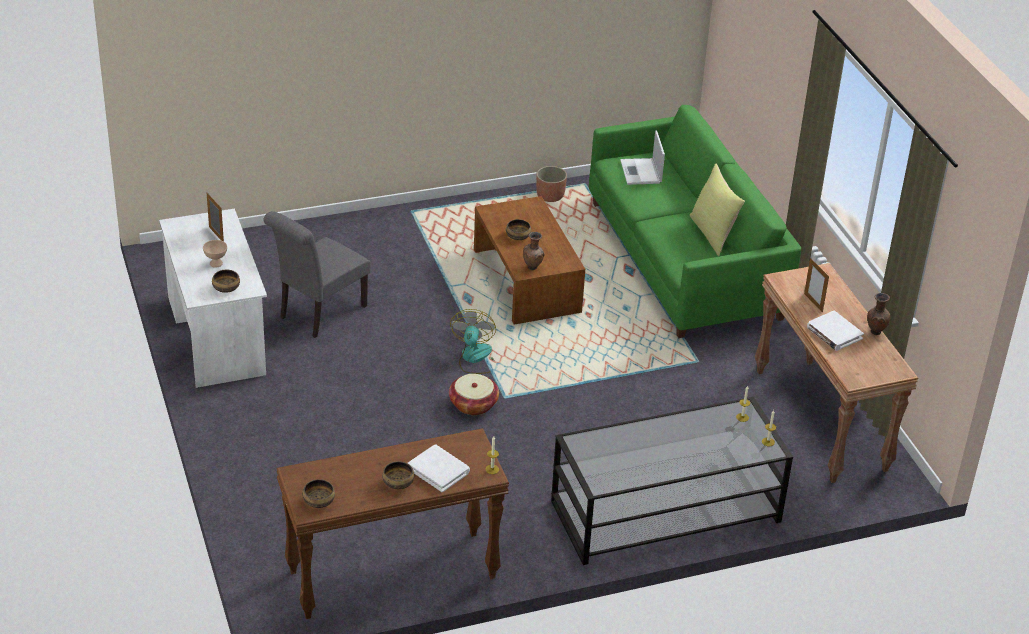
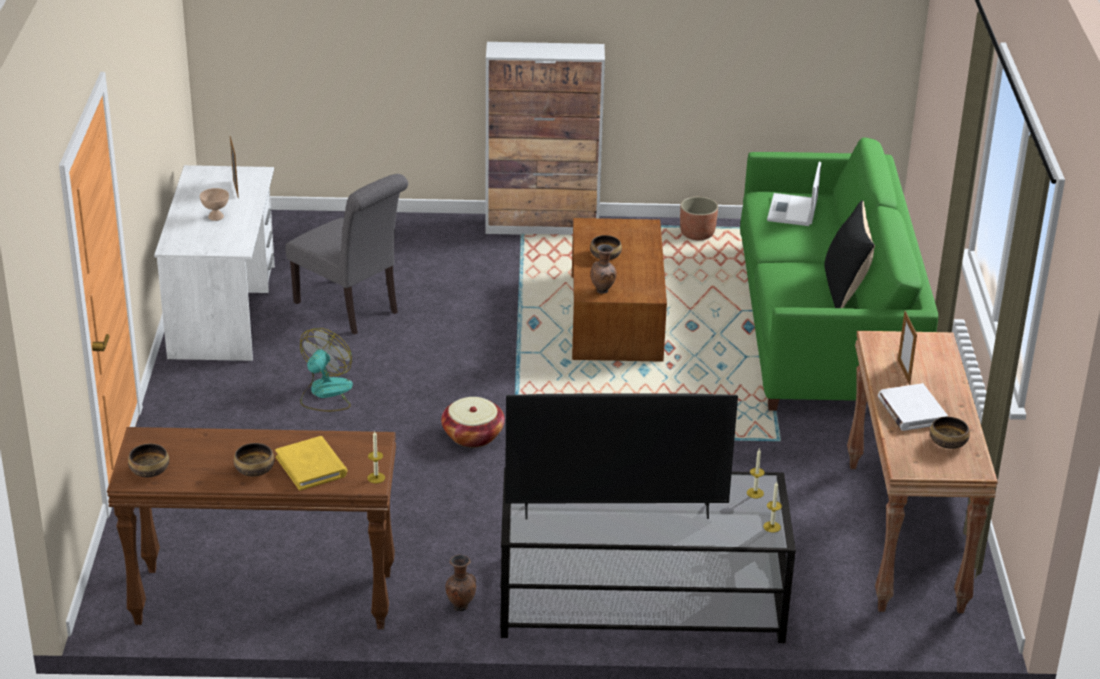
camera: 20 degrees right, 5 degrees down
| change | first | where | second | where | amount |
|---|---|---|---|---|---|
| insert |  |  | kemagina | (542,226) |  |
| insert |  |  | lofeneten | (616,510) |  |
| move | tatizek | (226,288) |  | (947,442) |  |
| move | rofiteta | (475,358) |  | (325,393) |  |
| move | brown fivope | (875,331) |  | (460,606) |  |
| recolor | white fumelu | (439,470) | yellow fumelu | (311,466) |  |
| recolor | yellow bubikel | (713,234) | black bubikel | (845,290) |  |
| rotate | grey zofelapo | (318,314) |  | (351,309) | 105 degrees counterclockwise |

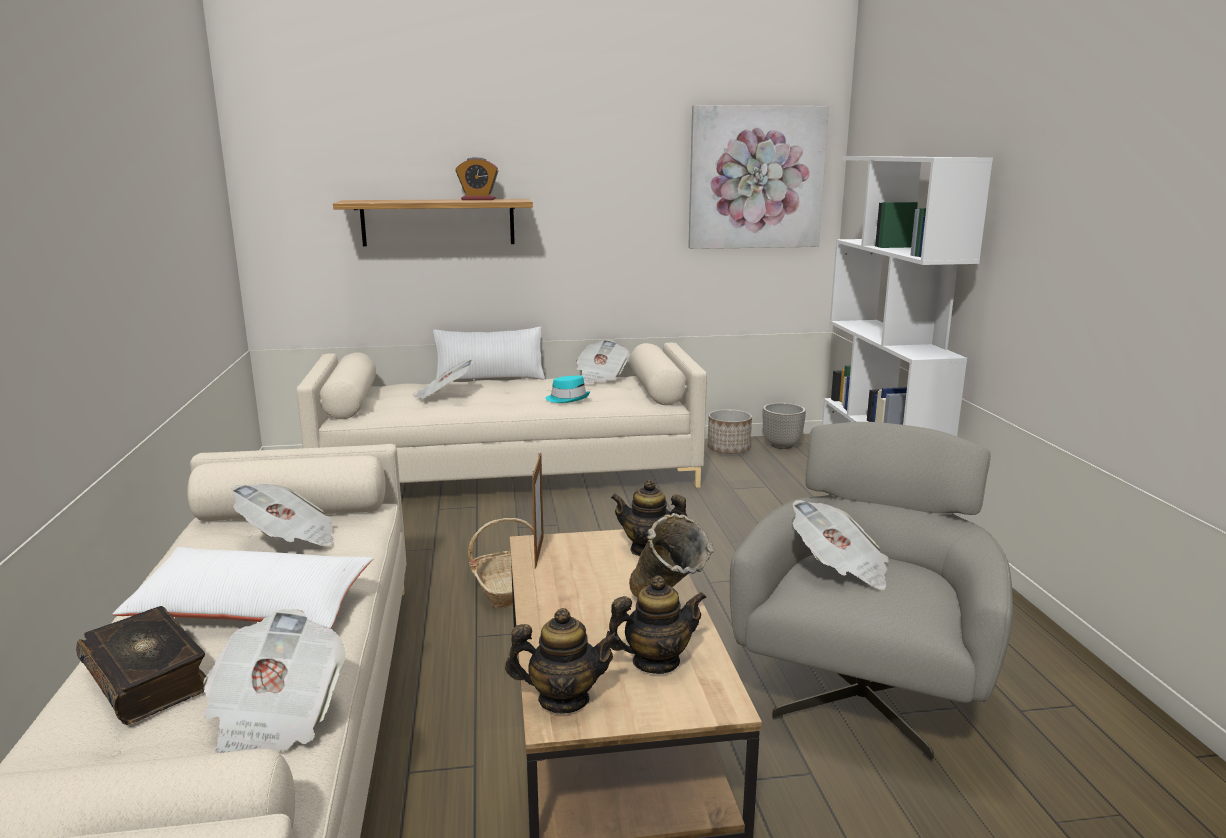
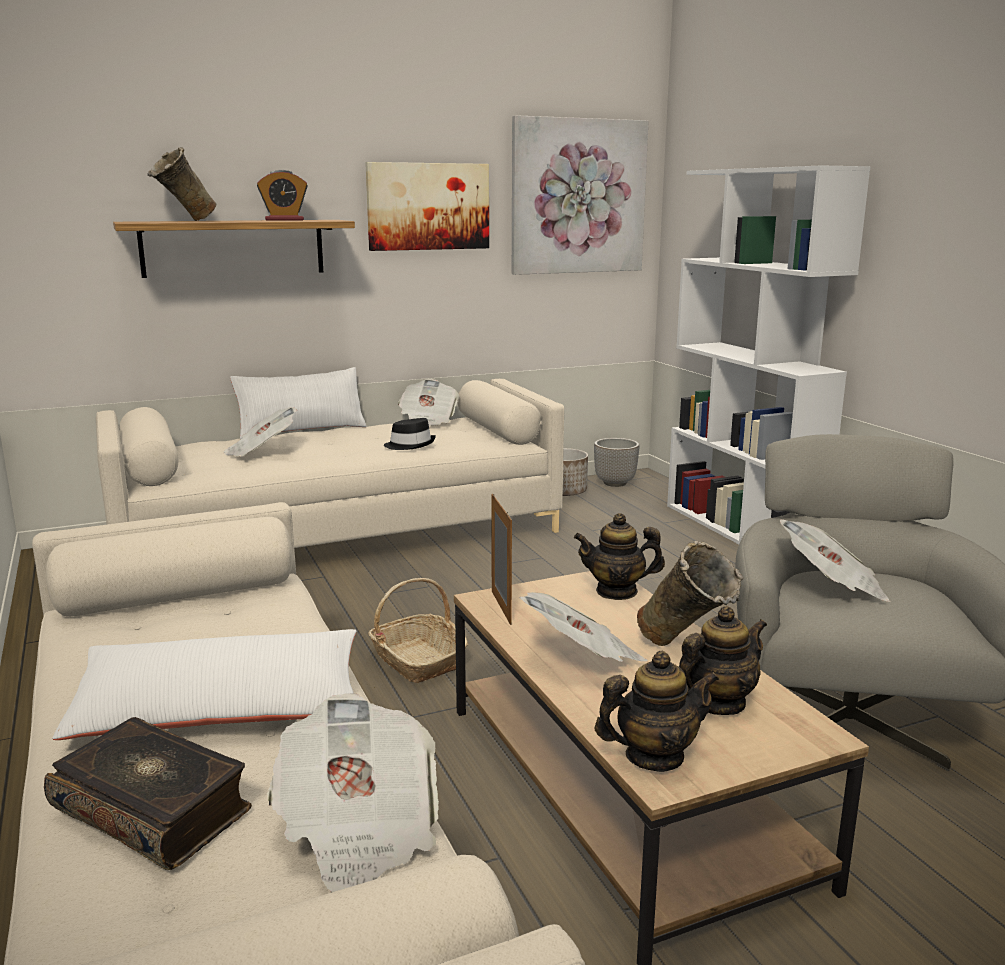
camera: 15 degrees left, 0 degrees up
| change | first | where | second | where | amount |
|---|---|---|---|---|---|
| insert |  |  | beige fivope | (184,221) |  |
| insert |  |  | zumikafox | (428,206) |  |
| move | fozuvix | (289,538) |  | (583,658) |  |
| recolor | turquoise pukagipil | (568,398) | black pukagipil | (410,445) |  |

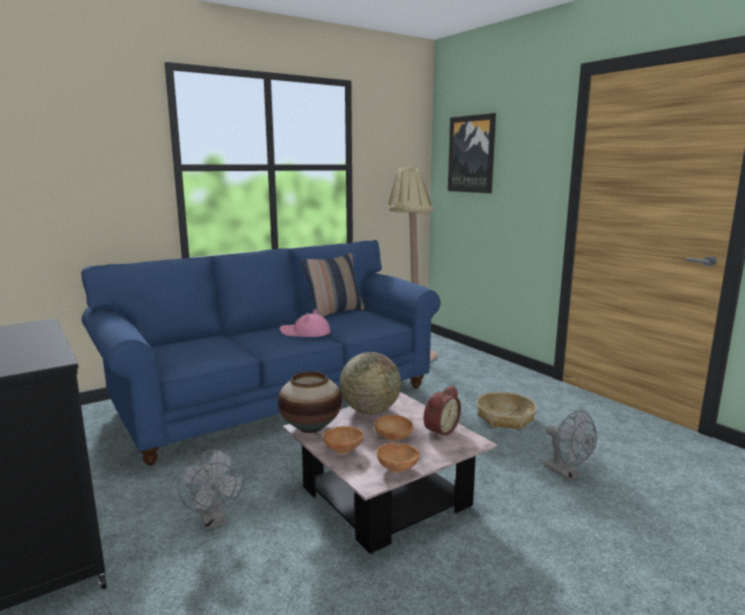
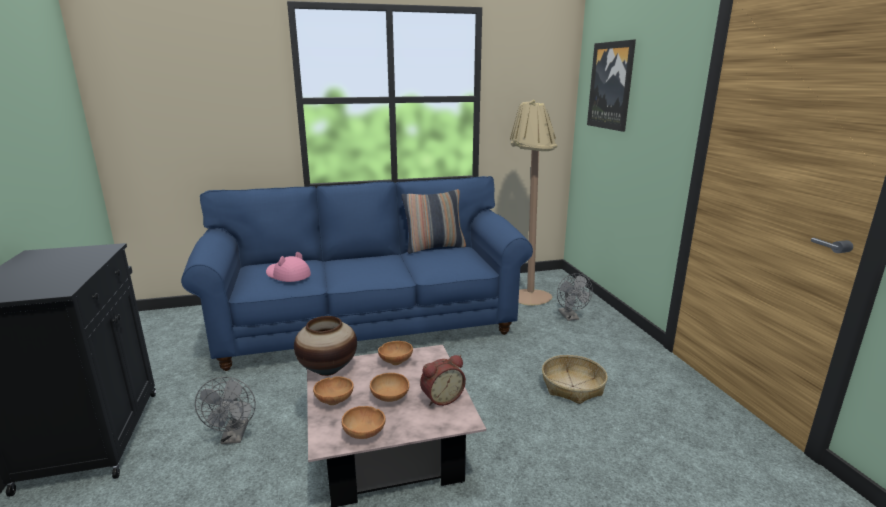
camera: 20 degrees right, 5 degrees up
| change | first | where | second | where | amount |
|---|---|---|---|---|---|
| move | pink pukagipil | (305,333) |  | (288,275) |  |
| move | grey rofiteta | (567,474) |  | (570,317) |  |
| replace | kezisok | (370,410) | brown tatizek | (395,361) |  |

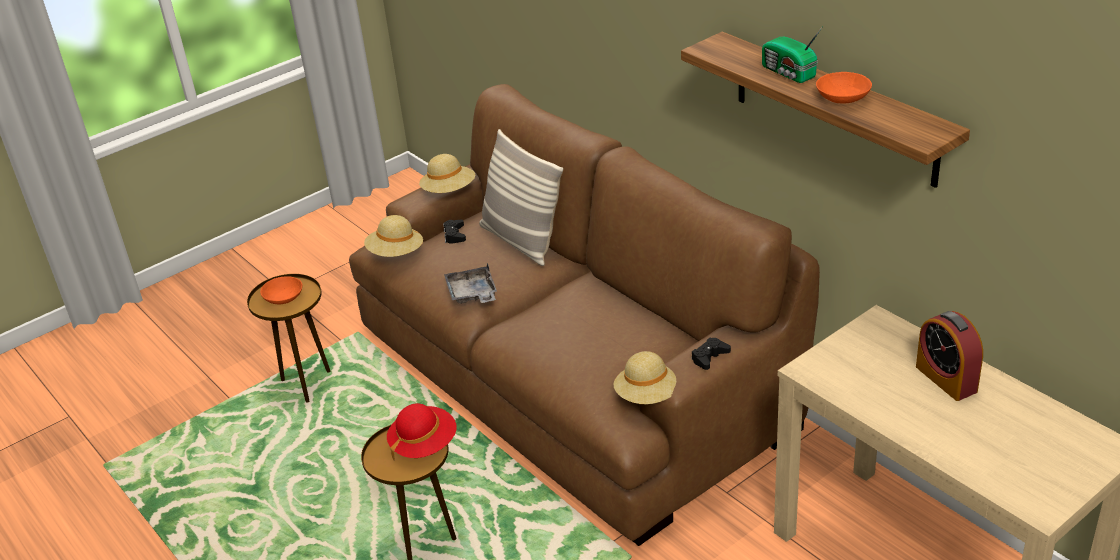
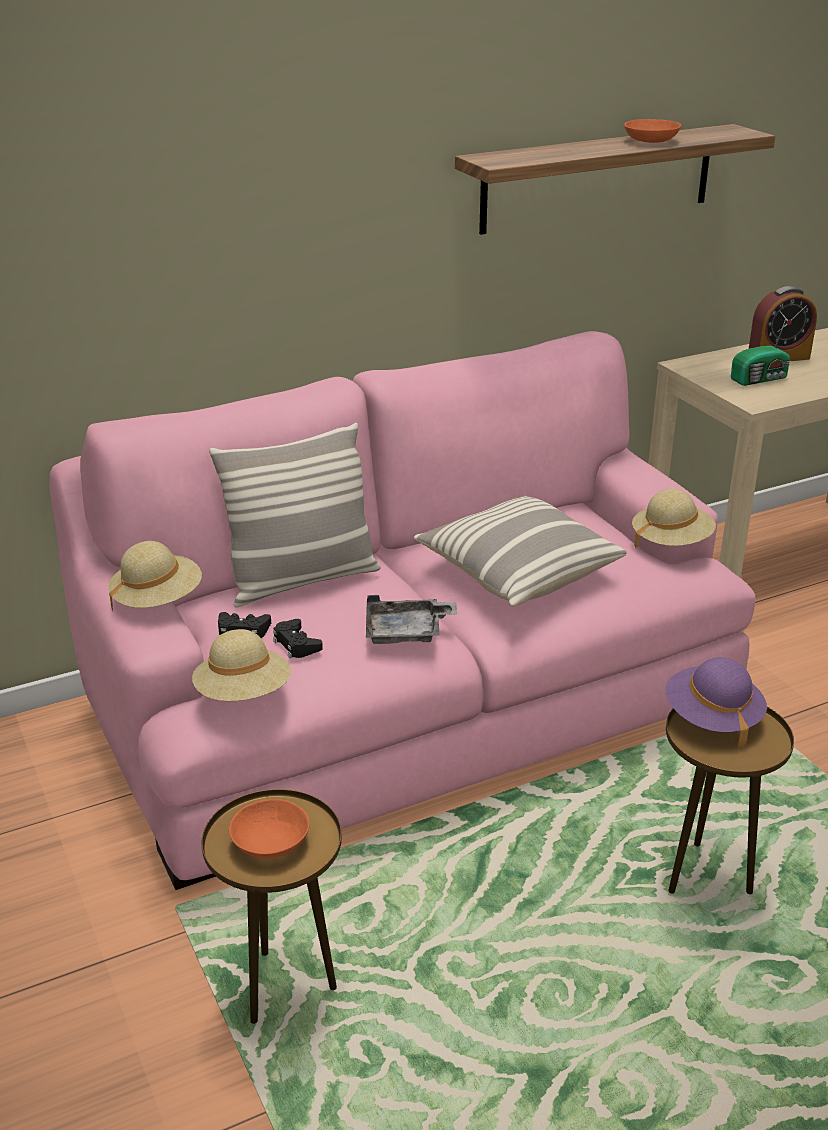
camera: 80 degrees left, 5 degrees down
| change | first | where | second | where | amount |
|---|---|---|---|---|---|
| insert |  |  | bubikel | (517,572) |  |
| move | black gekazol | (709,357) |  | (296,644) |  |
| move | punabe | (788,73) |  | (761,379) |  |
| recolor | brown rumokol | (571,377) | pink rumokol | (413,704) |  |
| recolor | red pukagipil | (424,444) | purple pukagipil | (712,718) |  |

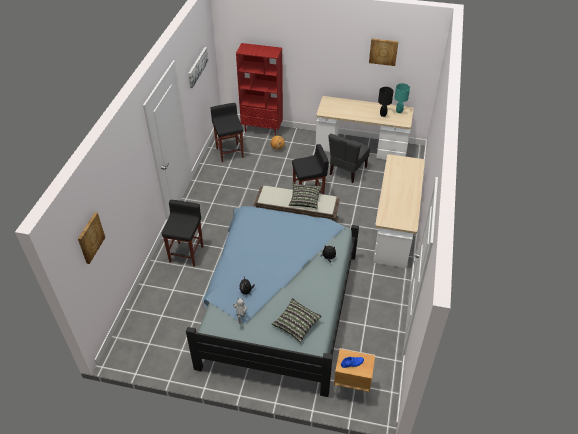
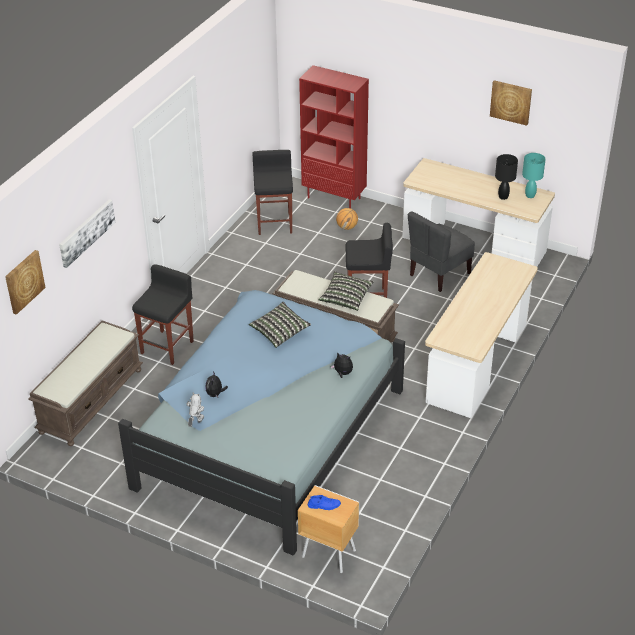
camera: 15 degrees right, 5 degrees down
| change | first | where | second | where | amount |
|---|---|---|---|---|---|
| insert |  |  | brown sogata | (91,400) |  |
| move | zumikafox | (197,67) |  | (86,232) |  |
| move | bubikel | (296,324) |  | (280,332) |  |

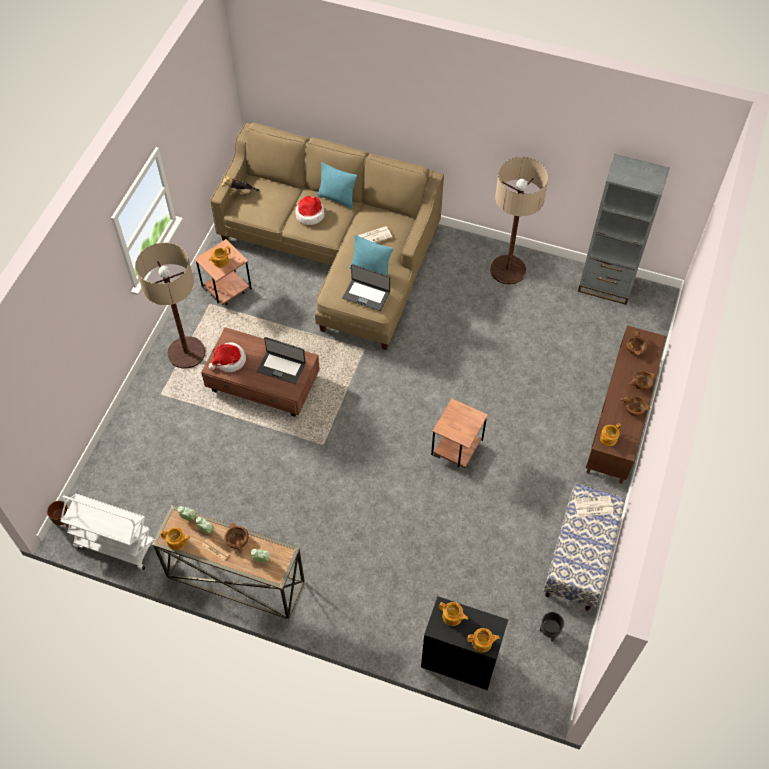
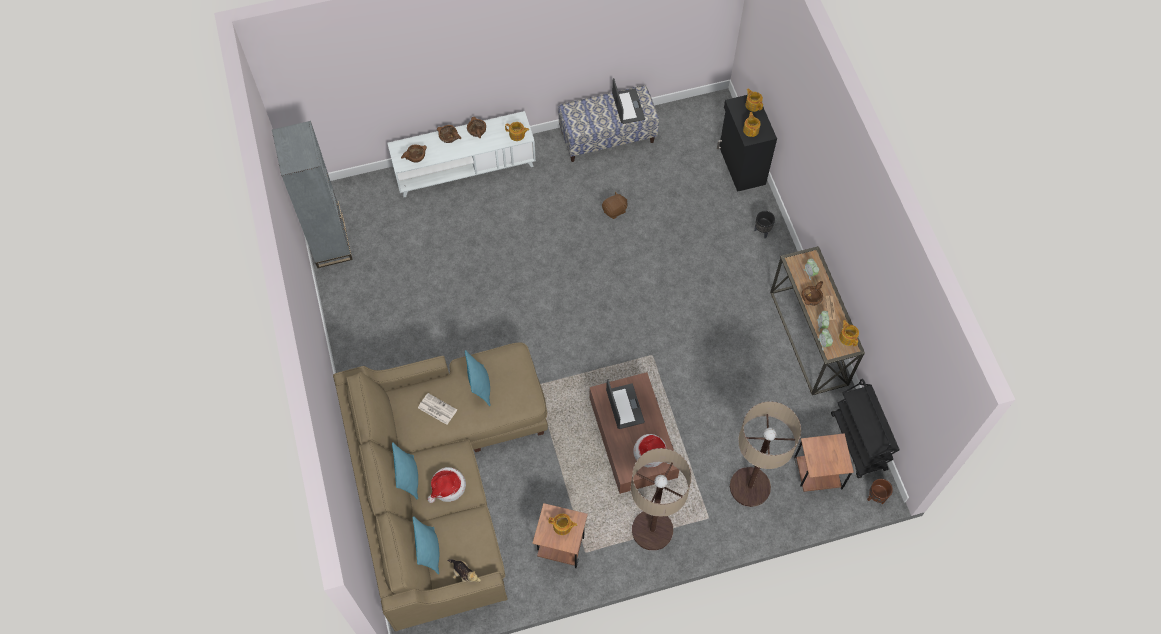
camera: 125 degrees left, 5 degrees up
| change | first | where | second | where | amount |
|---|---|---|---|---|---|
| delete | fozuvix | (593,506) |  |  |  |
| insert |  |  | turquoise bubikel | (429,551) |  |
| insert |  |  | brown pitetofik | (615,210) |  |
| move | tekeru | (366,295) |  | (627,107) |  |
| move | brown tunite | (456,450) |  | (816,476) |  |
| move | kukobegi | (508,270) |  | (750,487) |  |
| move | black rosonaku | (548,632) |  | (762,231) |  |
| recolor | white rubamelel | (115,545) | black rubamelel | (858,442) |  |
| recolor | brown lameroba | (620,417) | white lameroba | (465,168) |  |

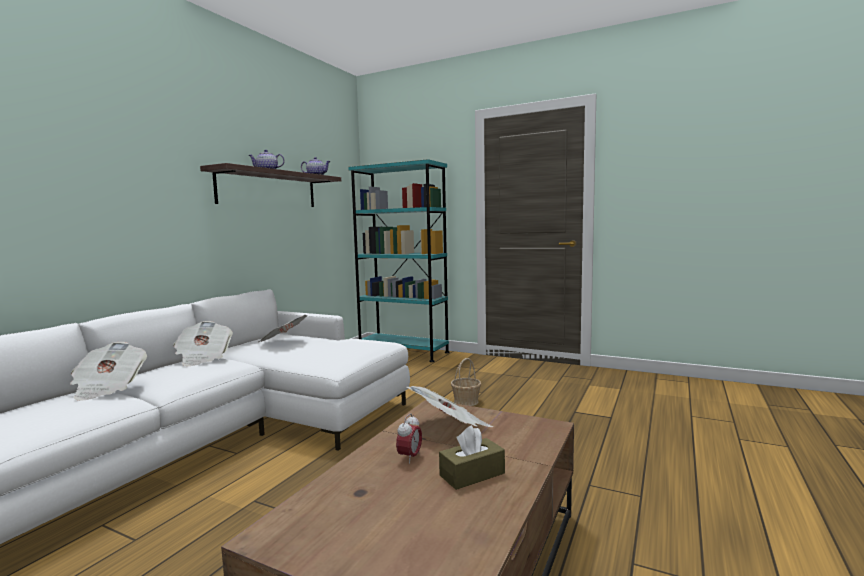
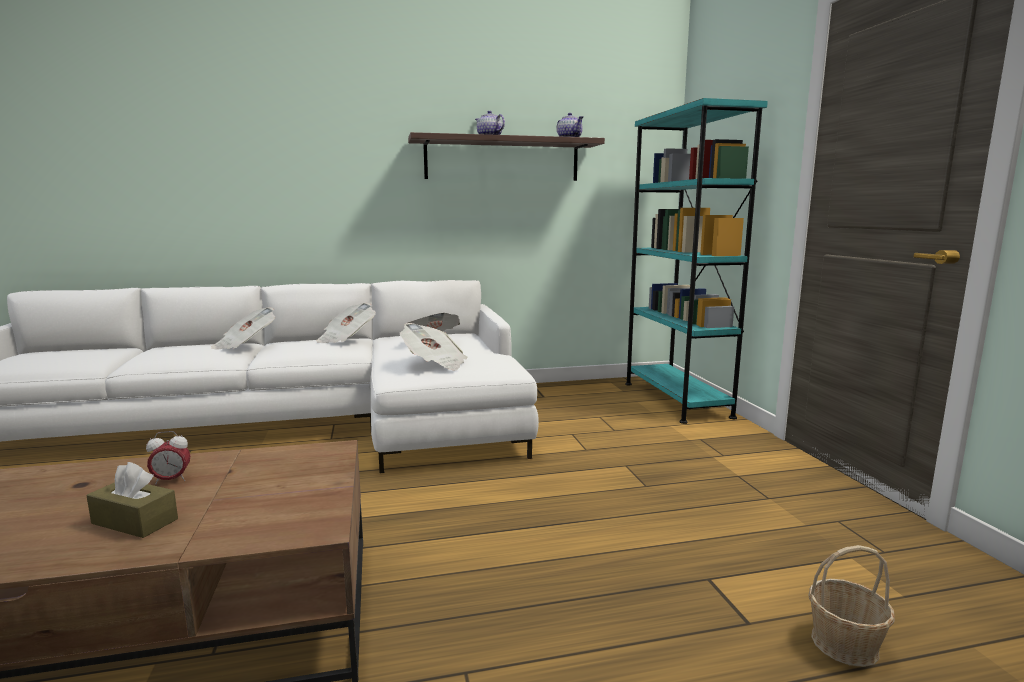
camera: 50 degrees right, 5 degrees up
| change | first | where | second | where | amount |
|---|---|---|---|---|---|
| move | fozuvix | (450,428) |  | (435,364) |  |
| move | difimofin | (466,401) |  | (845,644) |  |

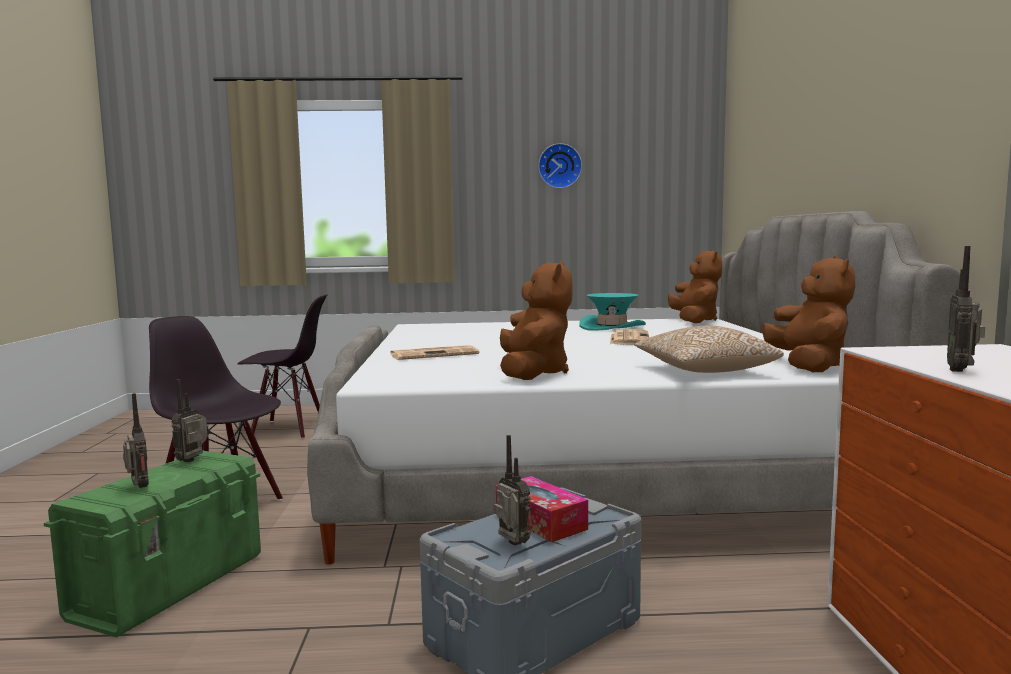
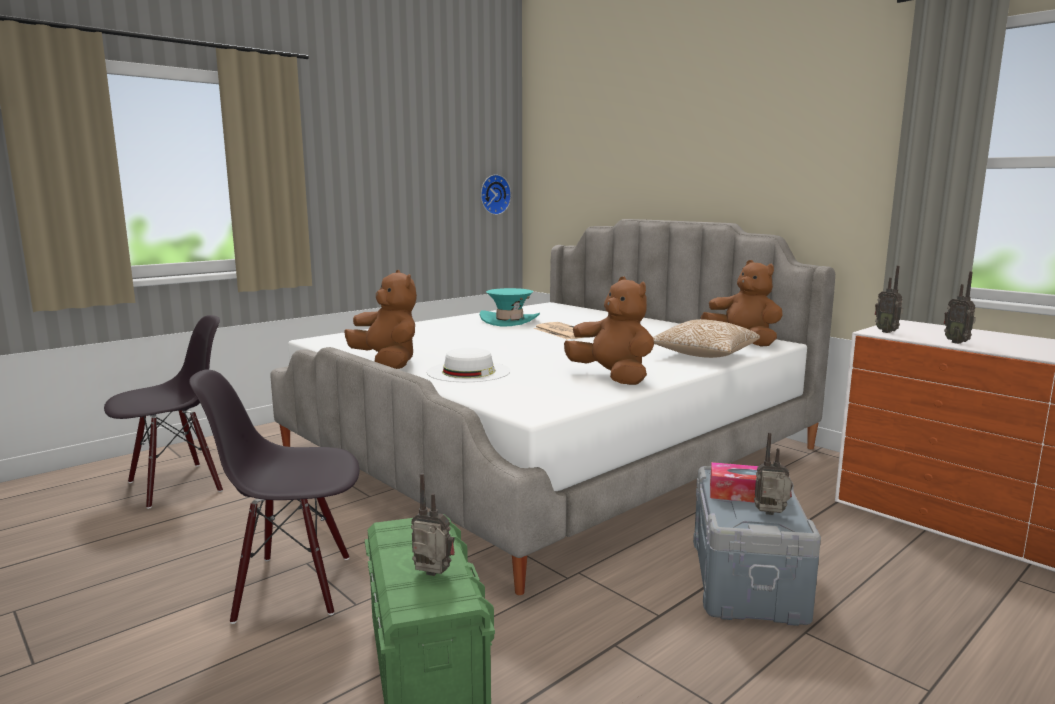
camera: 40 degrees left, 5 degrees up
| change | first | where | second | where | amount |
|---|---|---|---|---|---|
| move | punabe | (193,461) |  | (887,332) |  |
| move | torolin | (559,166) |  | (493,194) |  |
| move | brown pitetofik | (694,321) |  | (387,363) |  |
| replace | fozuvix | (435,354) | white pukagipil | (469,371) |  |

